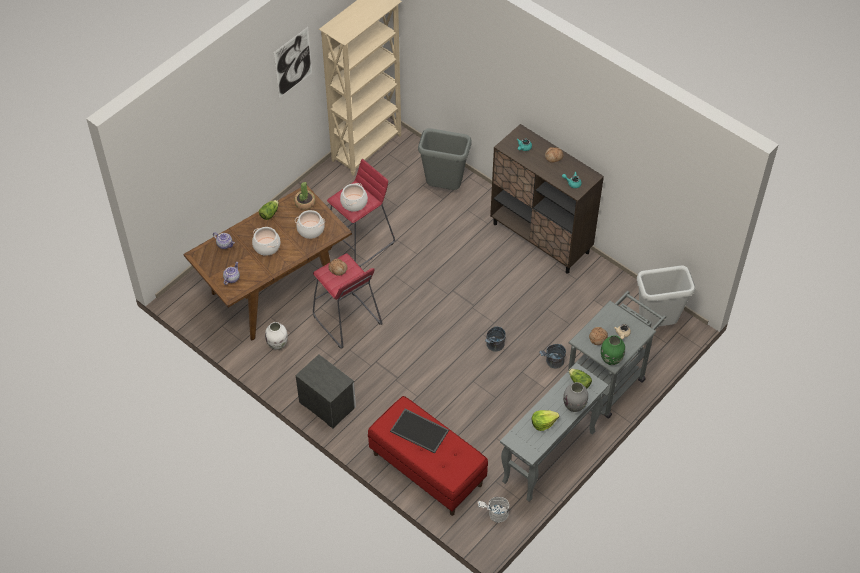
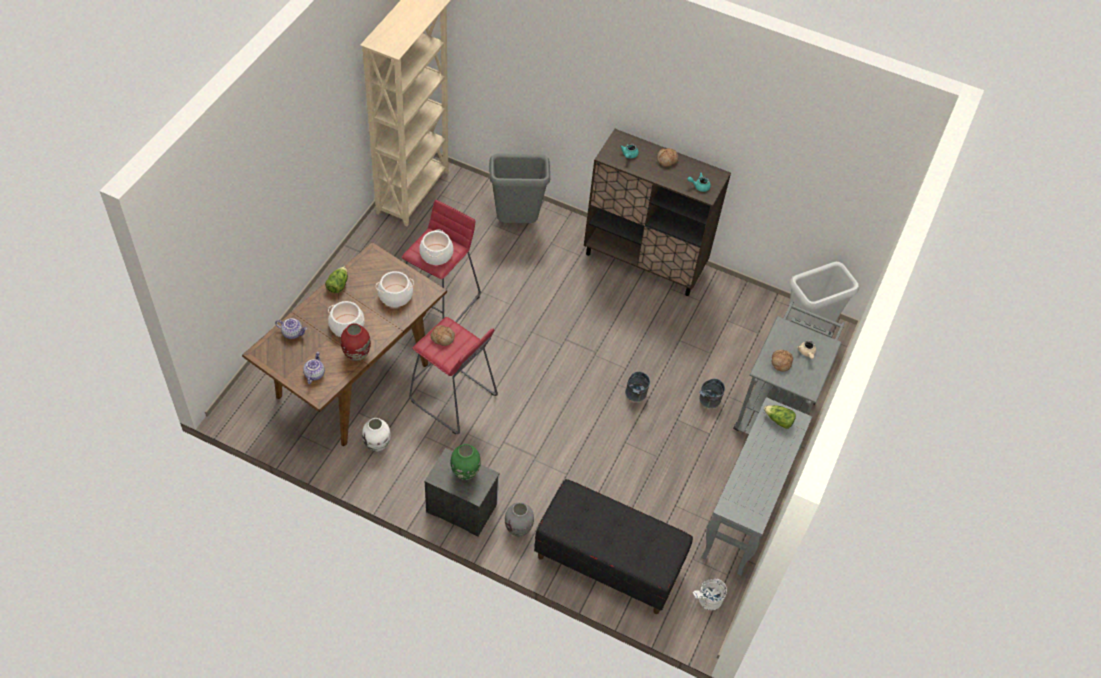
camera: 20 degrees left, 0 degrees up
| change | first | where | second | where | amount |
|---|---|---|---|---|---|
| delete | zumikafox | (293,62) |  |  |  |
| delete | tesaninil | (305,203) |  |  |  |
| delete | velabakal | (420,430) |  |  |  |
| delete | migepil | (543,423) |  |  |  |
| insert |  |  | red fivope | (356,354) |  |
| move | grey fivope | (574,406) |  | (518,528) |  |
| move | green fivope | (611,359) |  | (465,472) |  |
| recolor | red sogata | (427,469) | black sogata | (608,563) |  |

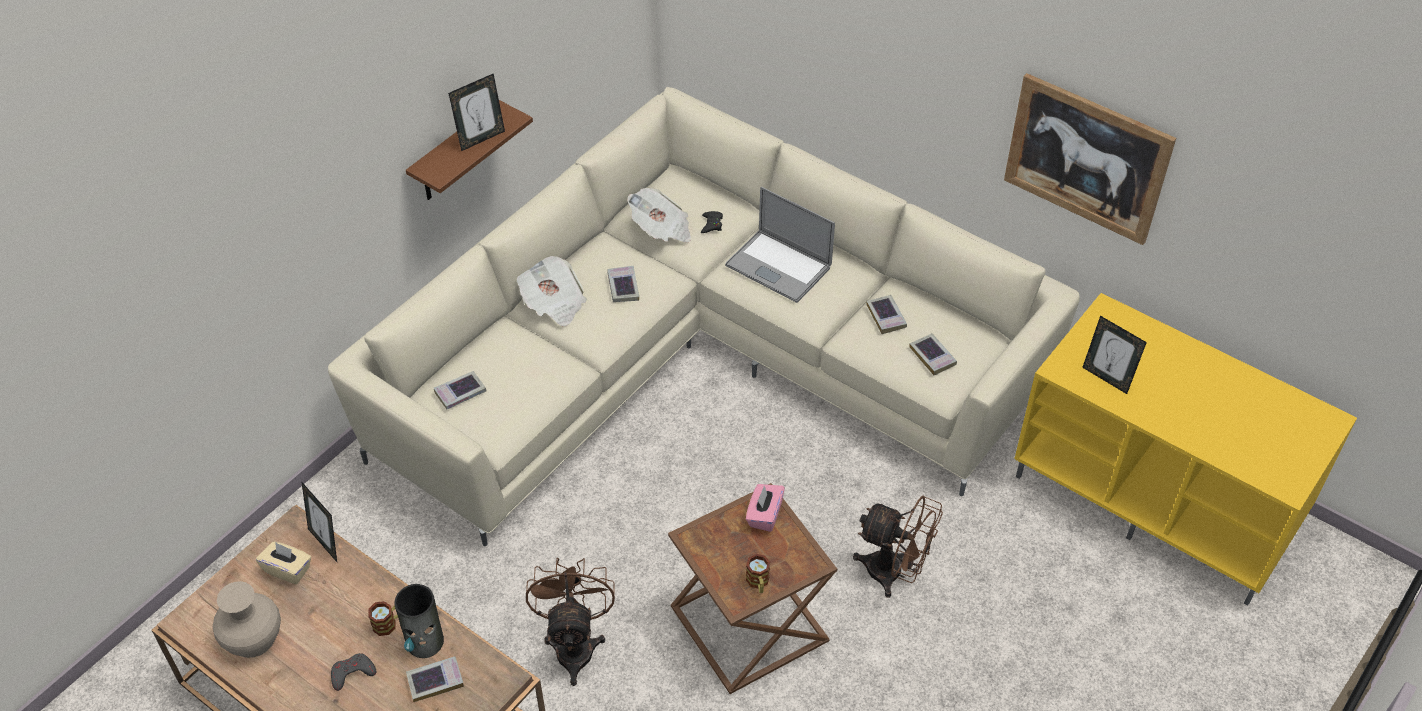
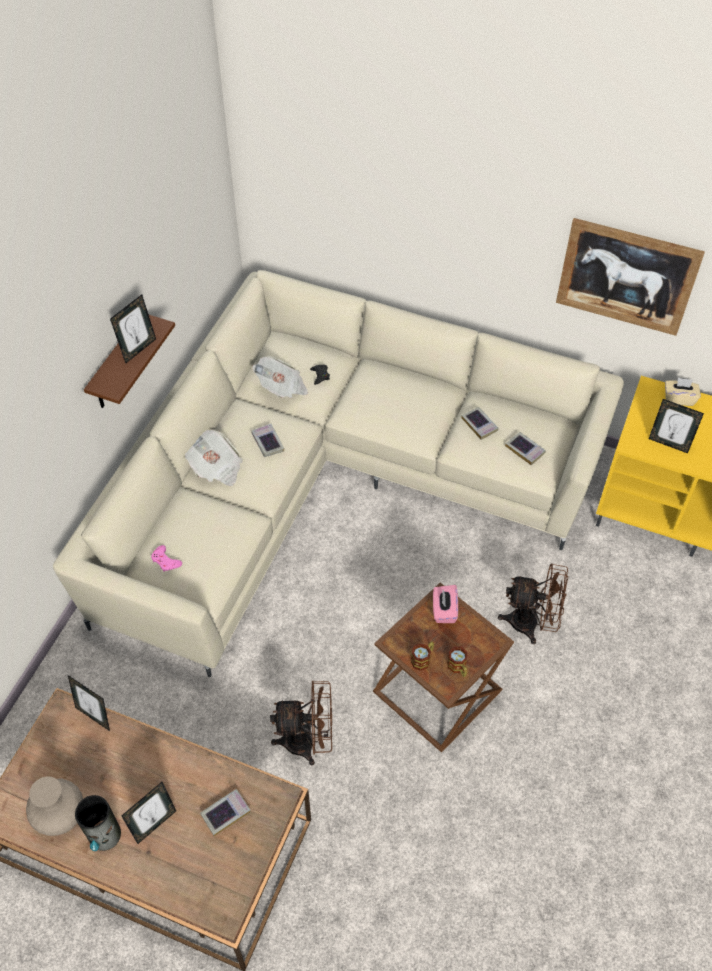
camera: 15 degrees left, 5 degrees up
| change | first | where | second | where | amount |
|---|---|---|---|---|---|
| delete | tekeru | (778,266) |  |  |  |
| move | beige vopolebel | (288,569) |  | (679,398) |  |
| move | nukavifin | (389,623) |  | (423,659) |  |
| move | fivope | (425,642) |  | (105,835) |  |
| replace | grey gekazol | (352,673) | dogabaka | (154,824) |  |
| replace | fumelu | (460,393) | pink gekazol | (165,561) |  |
| rotate | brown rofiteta | (575,645) |  | (308,742) | 105 degrees clockwise |

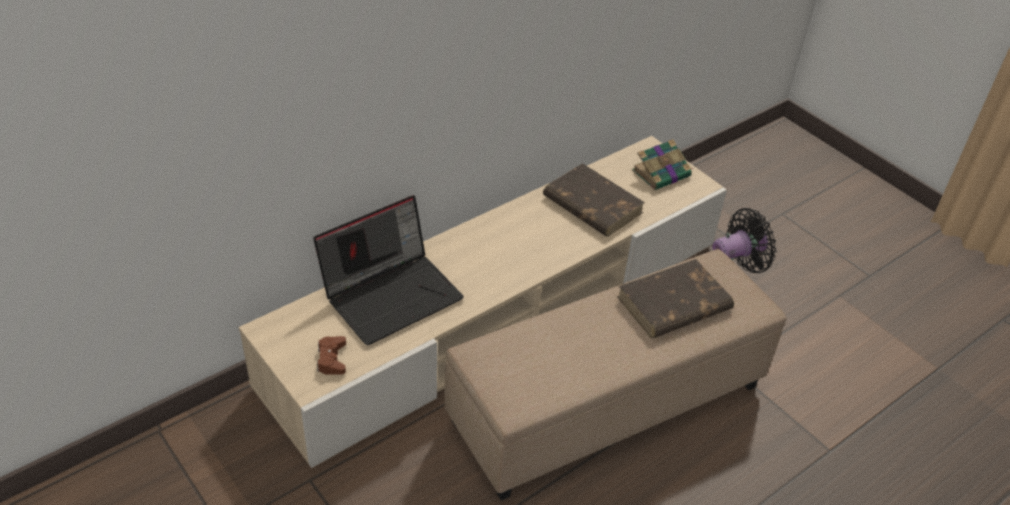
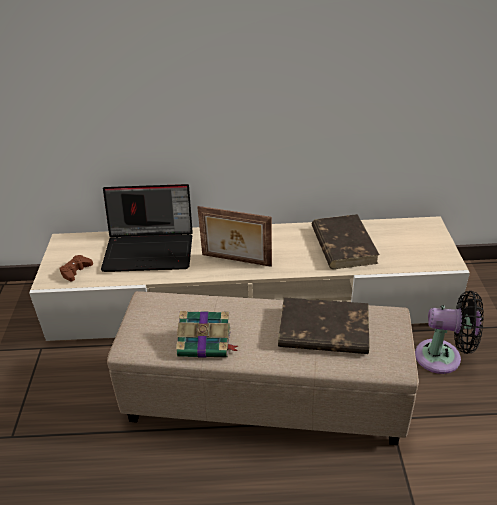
camera: 40 degrees right, 5 degrees down
| change | first | where | second | where | amount |
|---|---|---|---|---|---|
| insert |  |  | dogabaka | (236,261) |  |
| move | fumelu | (662,173) |  | (206,342) |  |

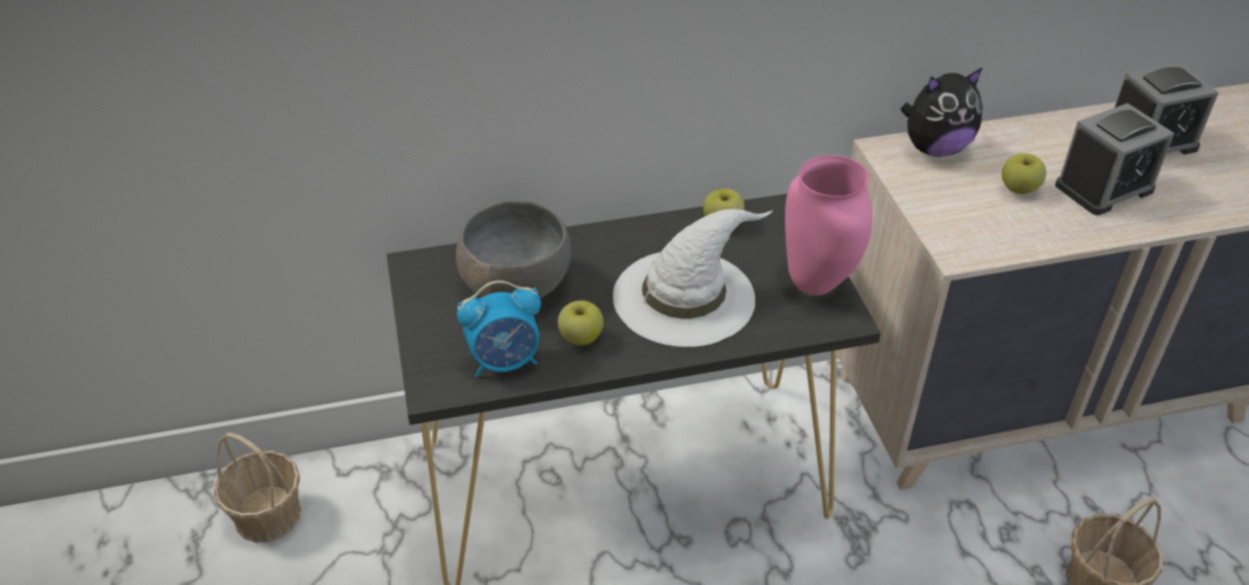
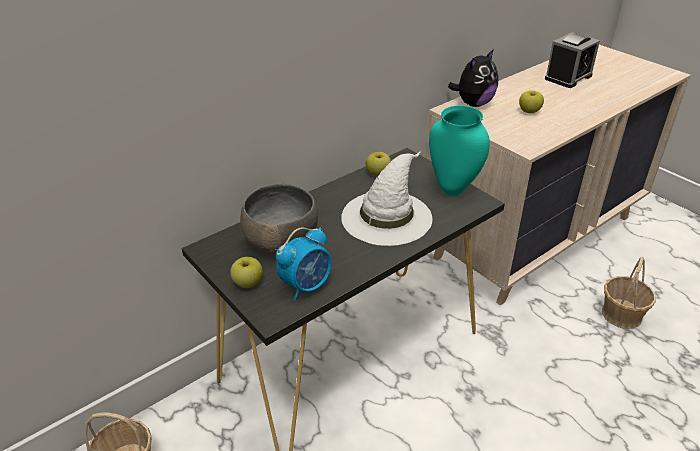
camera: 25 degrees left, 5 degrees down
| change | first | where | second | where | amount |
|---|---|---|---|---|---|
| delete | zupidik | (1104,188) |  |  |  |
| move | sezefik | (580,337) |  | (248,283) |  |
| recolor | pink fivope | (815,285) | turquoise fivope | (452,190) |  |

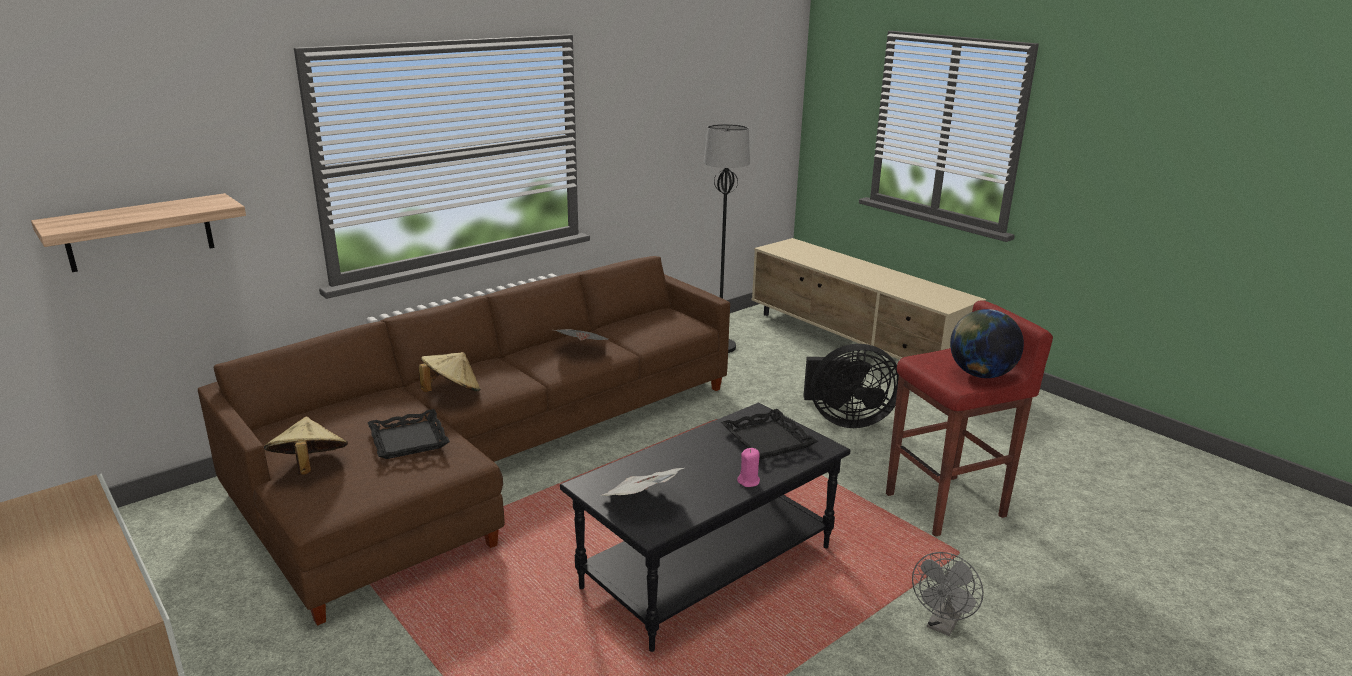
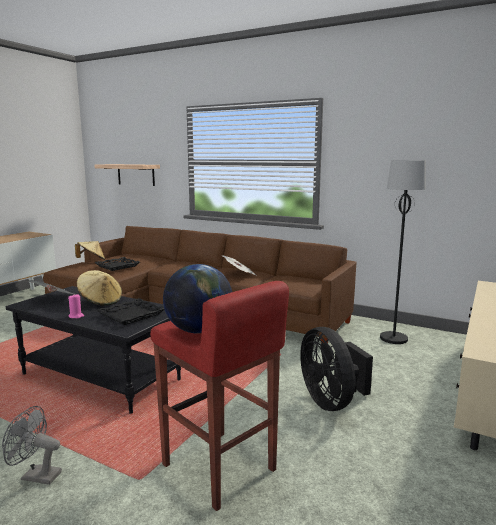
camera: 70 degrees right, 10 degrees down
| change | first | where | second | where | amount |
|---|---|---|---|---|---|
| move | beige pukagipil | (452,392) |  | (100,301) |  |

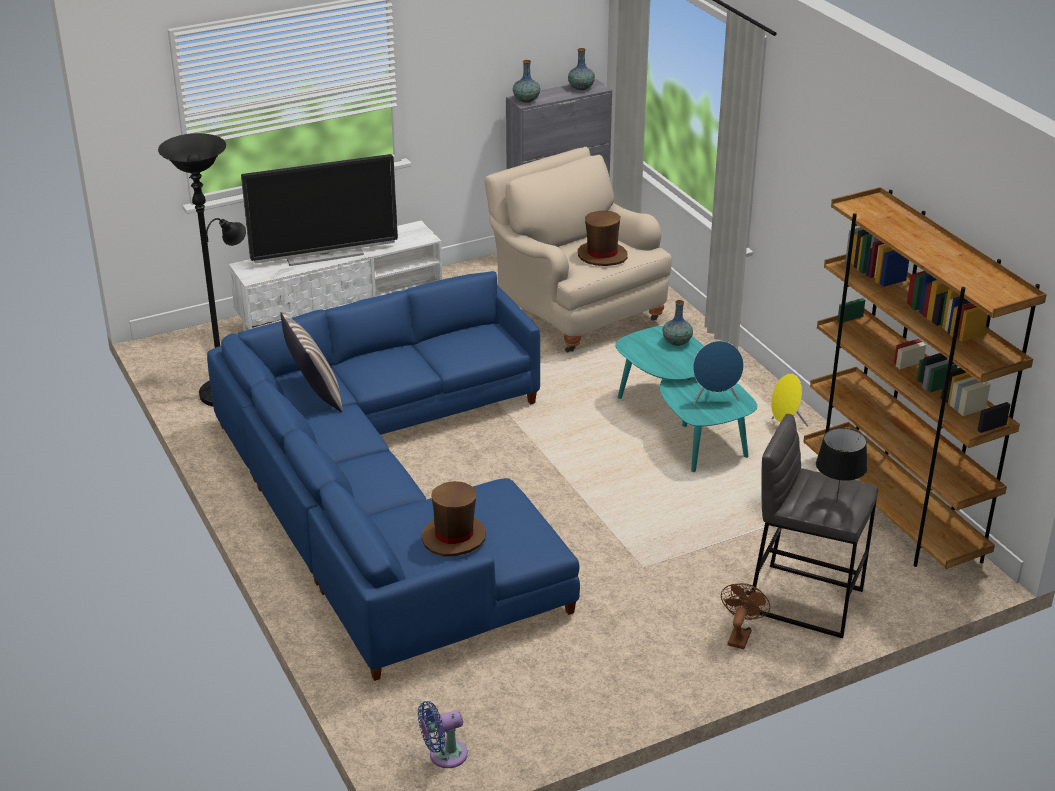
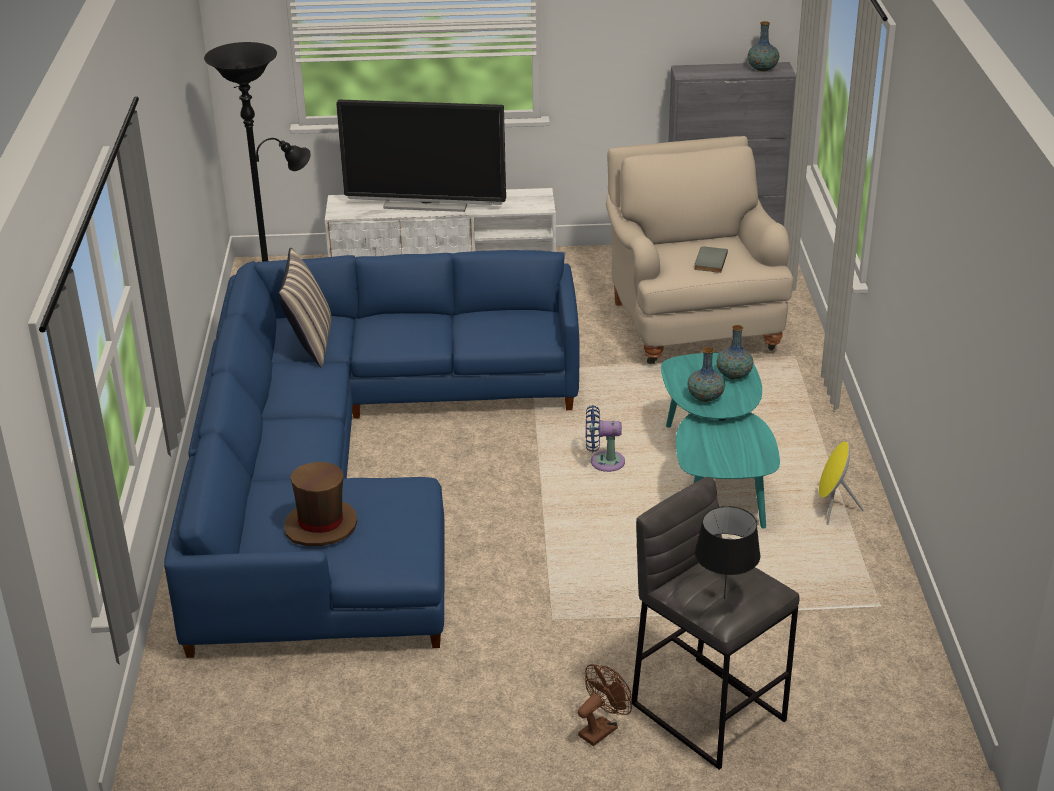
camera: 25 degrees right, 0 degrees up
| change | first | where | second | where | amount |
|---|---|---|---|---|---|
| delete | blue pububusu | (715,399) |  |  |  |
| delete | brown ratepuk | (892,513) |  |  |  |
| move | blue rofiteta | (444,755) |  | (603,462) |  |
| move | fivope | (526,100) |  | (705,397) |  |
| replace | brown pukagipil | (602,255) | grey fumelu | (709,261) |  |

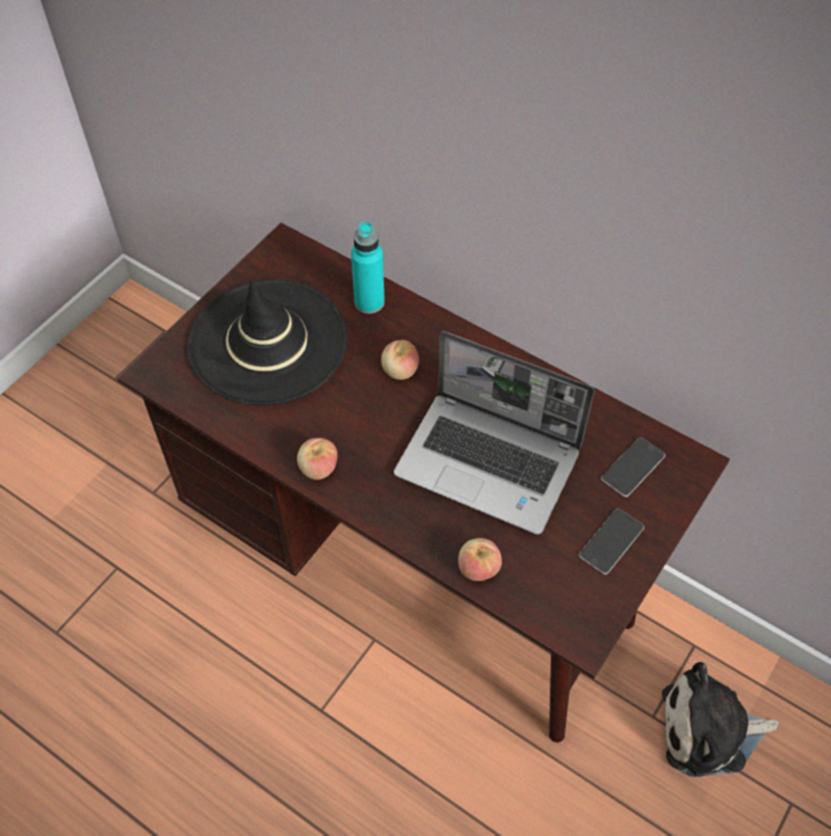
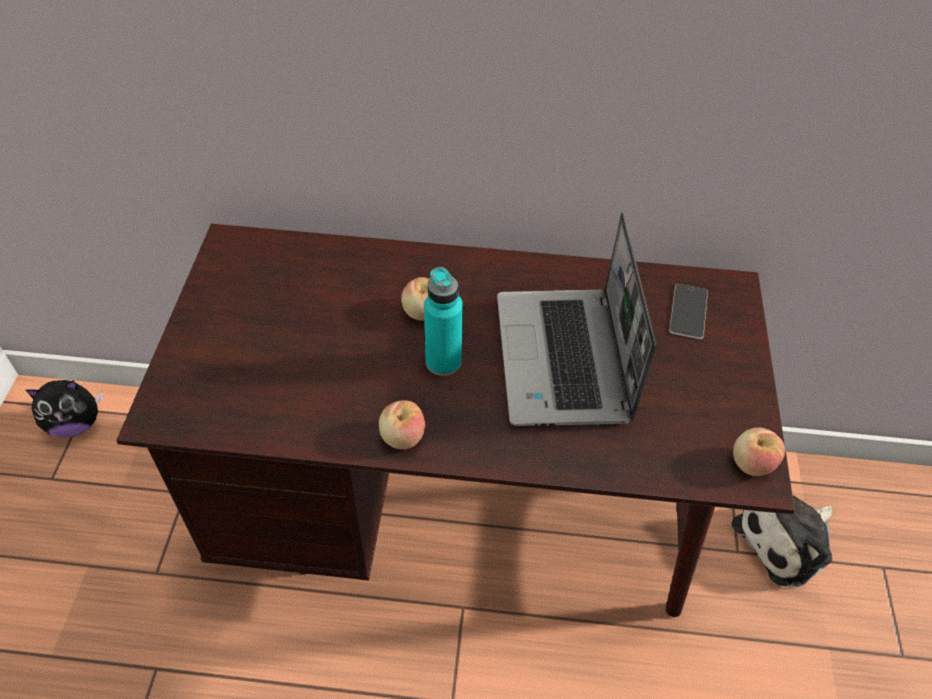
camera: 30 degrees left, 5 degrees down
| change | first | where | second | where | amount |
|---|---|---|---|---|---|
| delete | black pukagipil | (268,342) |  |  |  |
| delete | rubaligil | (611,541) |  |  |  |
| insert |  |  | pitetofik | (76,424) |  |
| move | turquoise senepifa | (369,302) |  | (443,362) |  |
| move | sezefik | (478,568) |  | (751,463) |  |
| rotate | tekeru | (490,463) |  | (565,360) | 90 degrees clockwise |

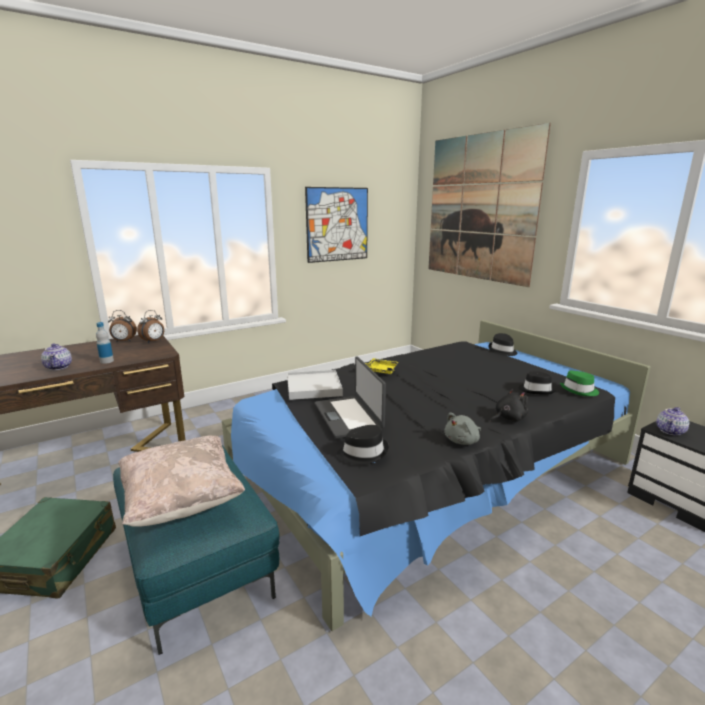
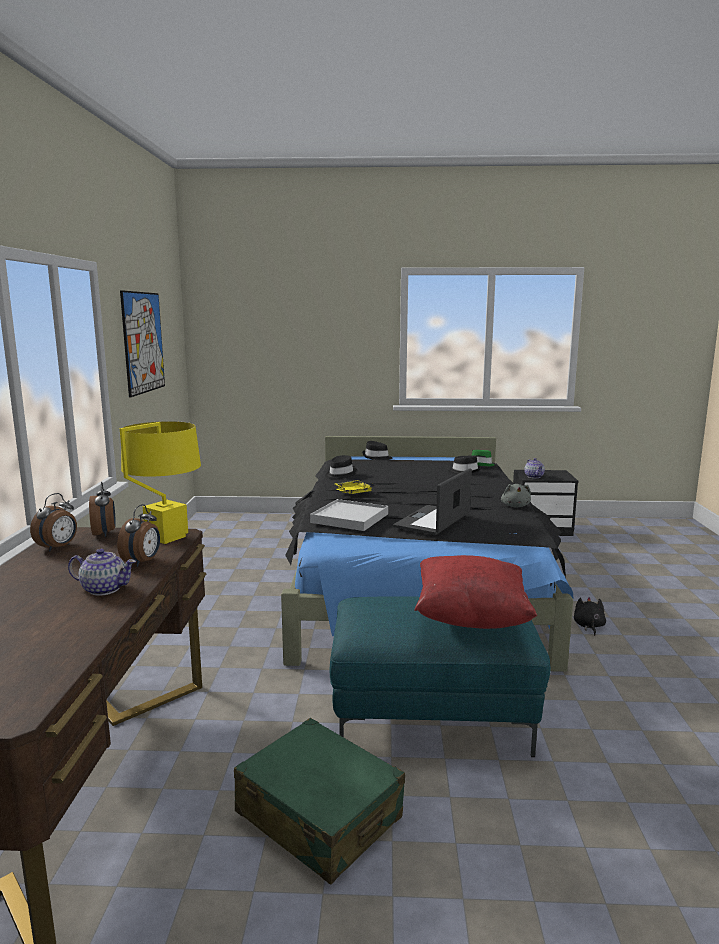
camera: 55 degrees left, 5 degrees down
| change | first | where | second | where | amount |
|---|---|---|---|---|---|
| delete | zumikafox | (480,208) |  |  |  |
| insert |  |  | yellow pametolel | (166,538) |  |
| move | black pukagipil | (363,453) |  | (340,474) |  |
| move | black pitetofik | (508,418) |  | (588,626) |  |
| replace | senepifa | (107,361) | zupidik | (142,562) |  |
| recolor | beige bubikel | (182,501) | red bubikel | (471,618) |  |
| rotate | tekeru | (348,416) |  | (433,521) | 105 degrees clockwise |

